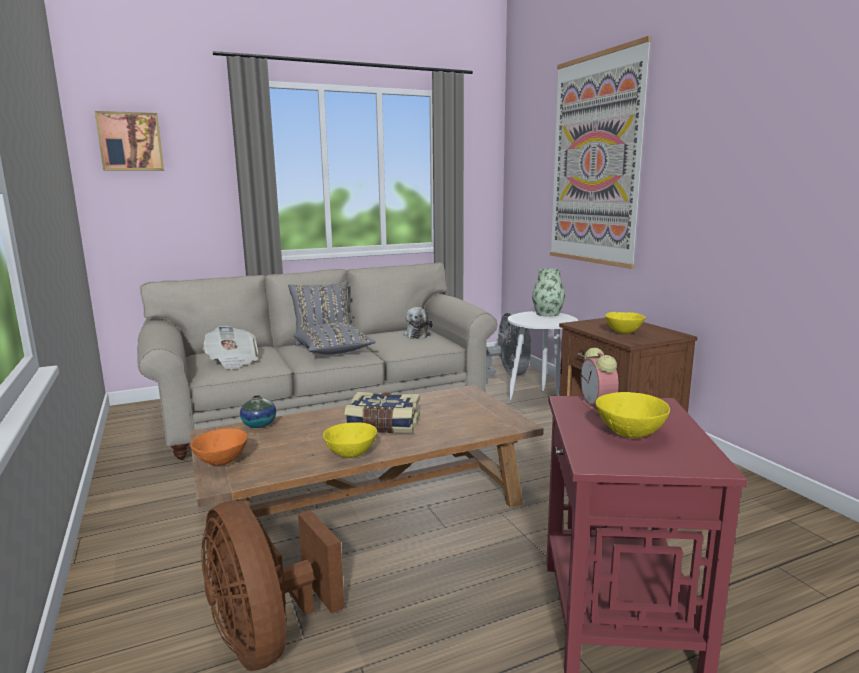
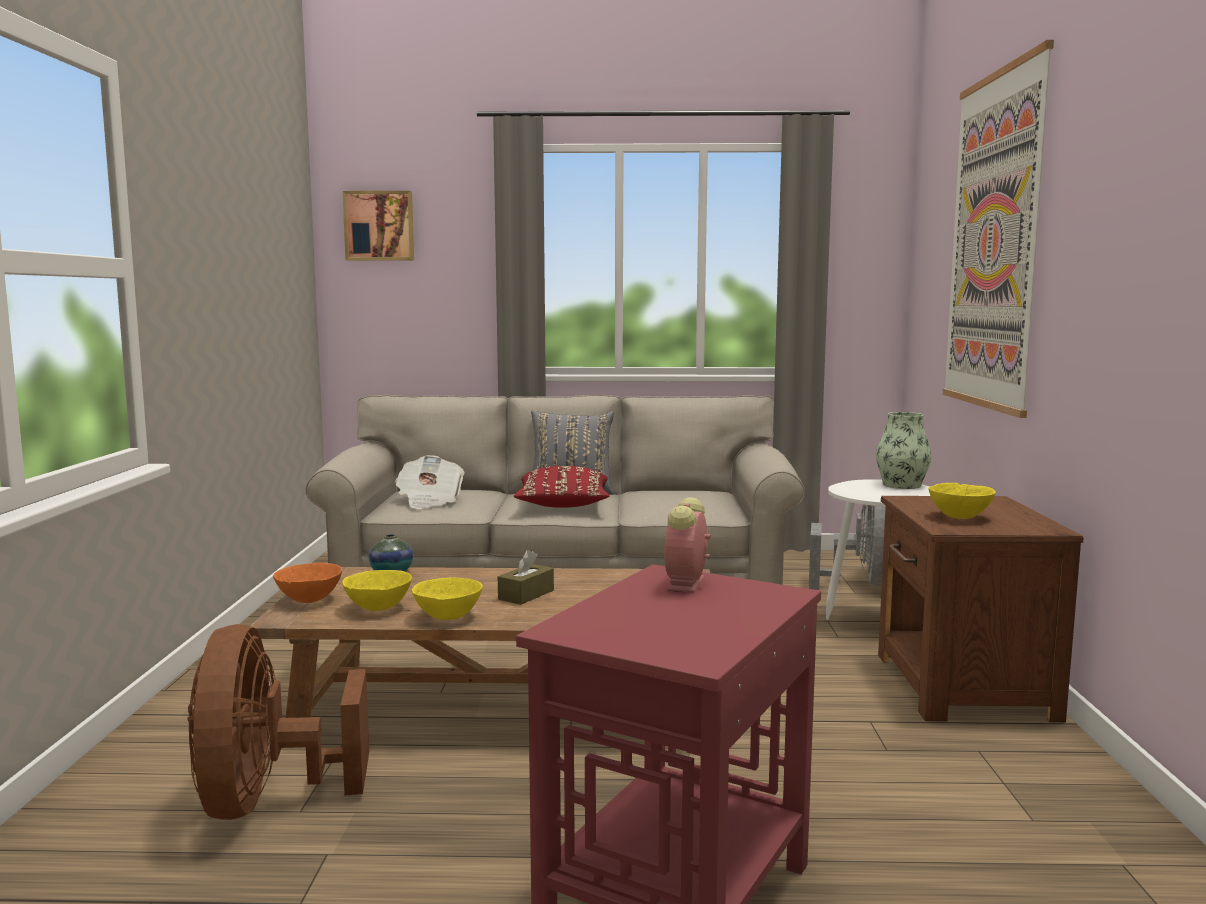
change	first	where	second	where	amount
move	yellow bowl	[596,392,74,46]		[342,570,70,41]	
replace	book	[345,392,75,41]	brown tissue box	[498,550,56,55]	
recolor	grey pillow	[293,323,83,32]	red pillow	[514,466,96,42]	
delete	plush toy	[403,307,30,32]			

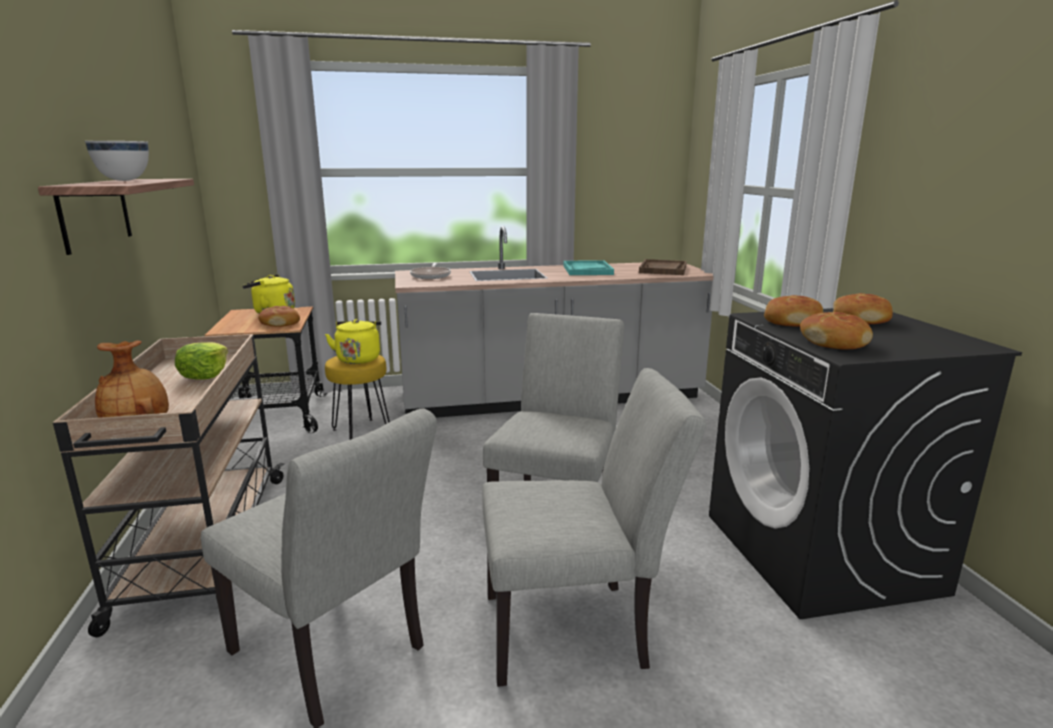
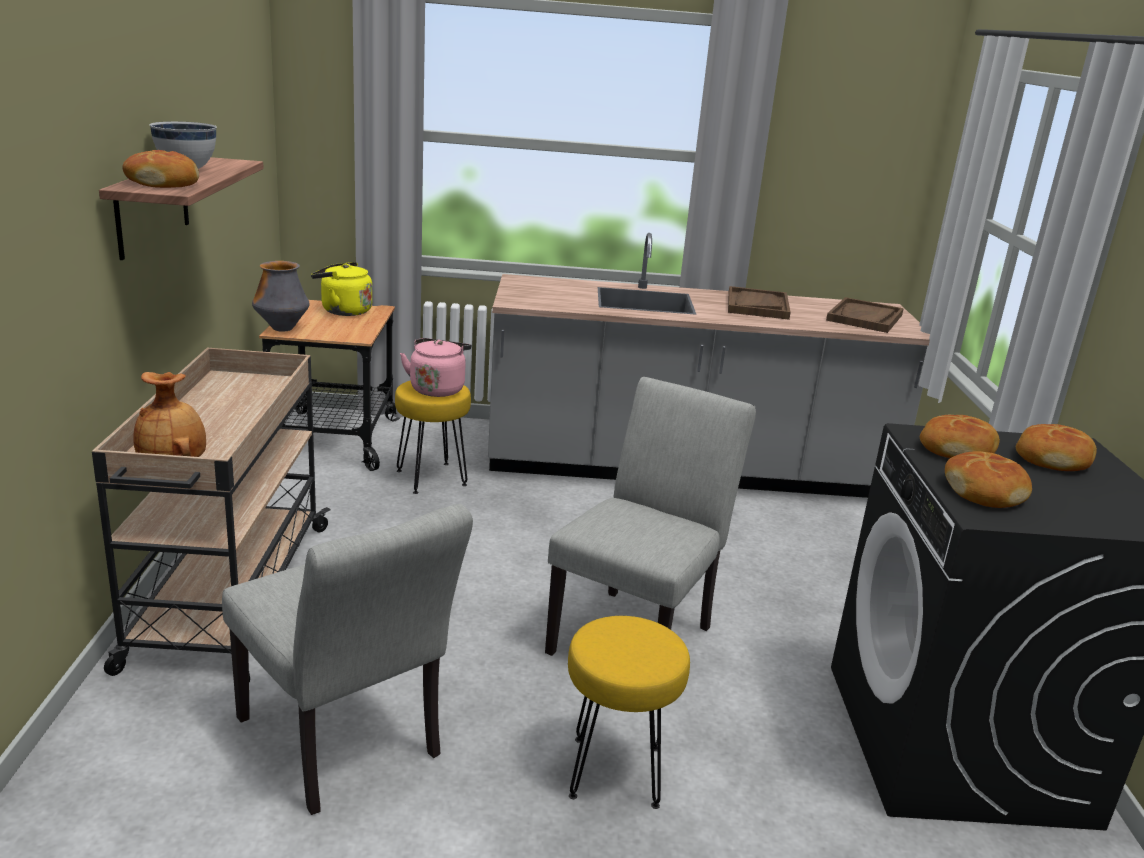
change	first	where	second	where	amount
move	bread	[258,306,42,21]		[122,150,77,38]	
insert			vase	[252,261,58,71]	
recolor	yellow kettle	[325,319,56,45]	pink kettle	[400,338,71,59]	
replace	grey chair	[482,368,224,319]	yellow stool	[568,616,122,193]	
recolor	turquoise tray	[563,260,51,15]	brown tray	[728,286,63,34]	
delete	lettuce	[175,342,53,38]			
delete	frying pan	[410,263,41,16]			

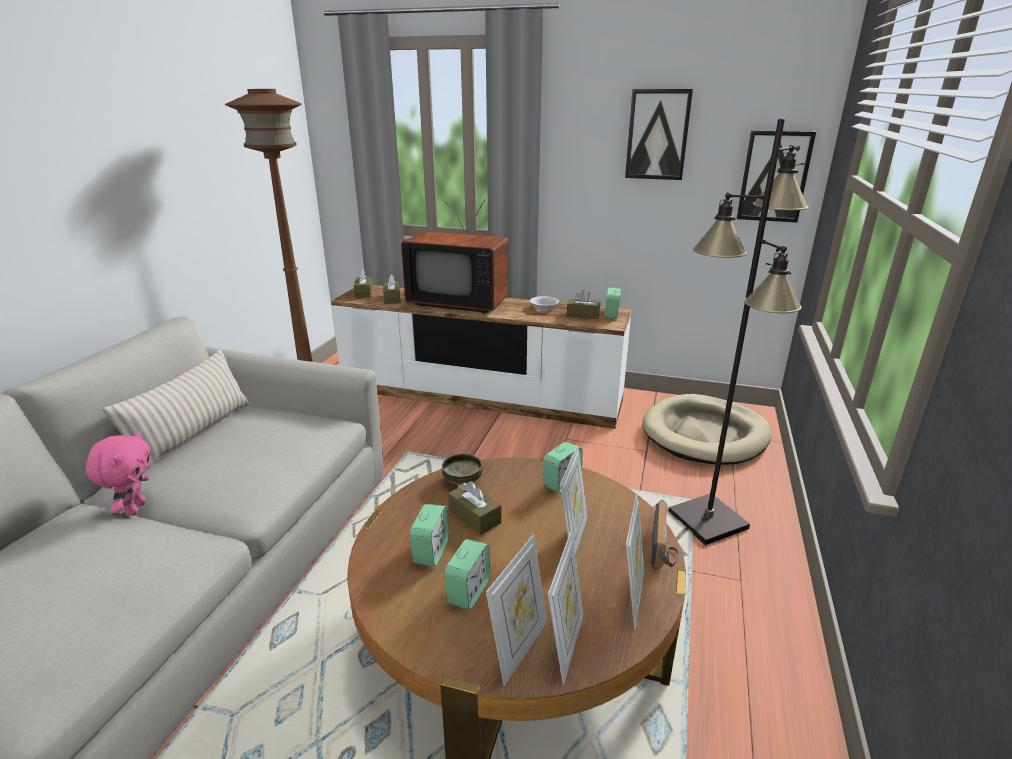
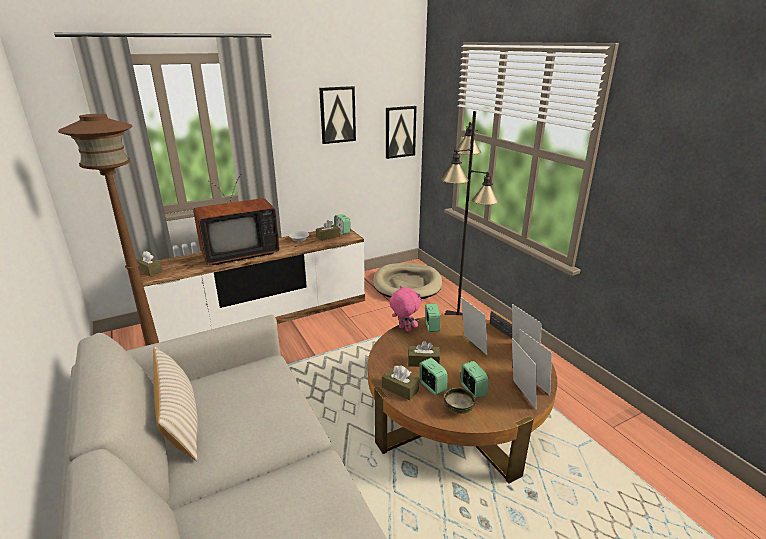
change	first	where	second	where	amount
move	brown tissue box	[383,274,18,30]		[382,365,37,36]	
move	pink plush toy	[86,431,65,85]		[389,286,32,46]	
move	bowl	[442,454,40,31]		[444,388,31,26]	

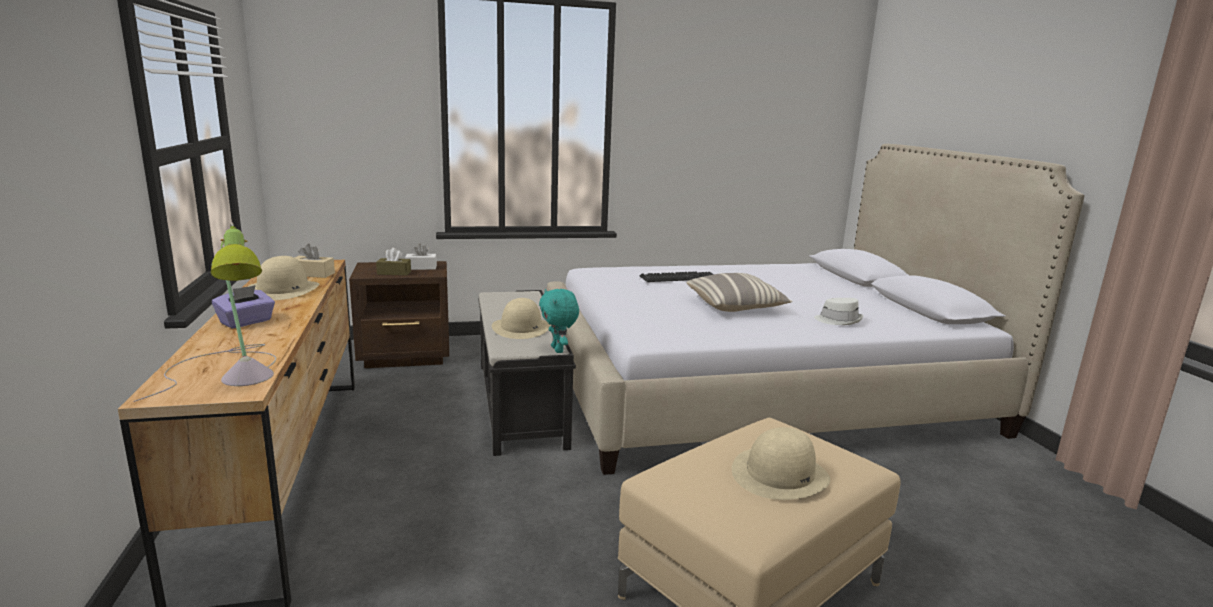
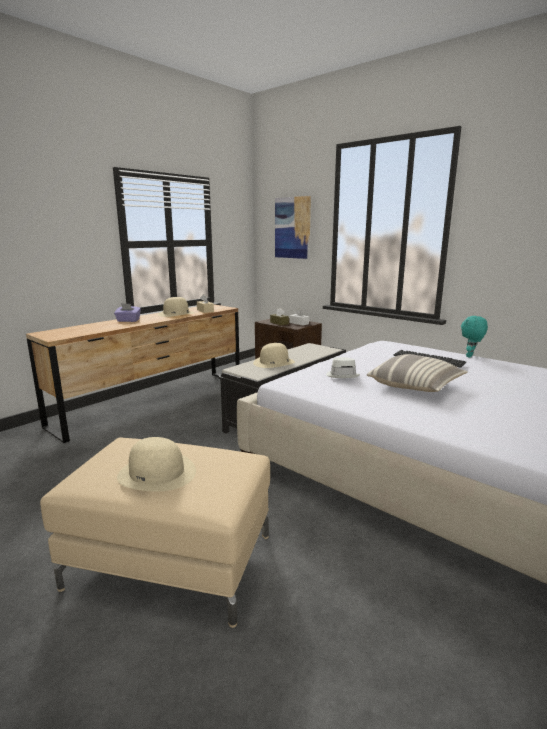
change	first	where	second	where	amount
insert			picture	[275,196,36,63]	
move	white hat	[814,298,49,27]		[326,357,34,21]	
move	turquoise plush toy	[539,289,40,64]		[461,316,27,42]	
delete	table lamp	[134,222,142,180]			

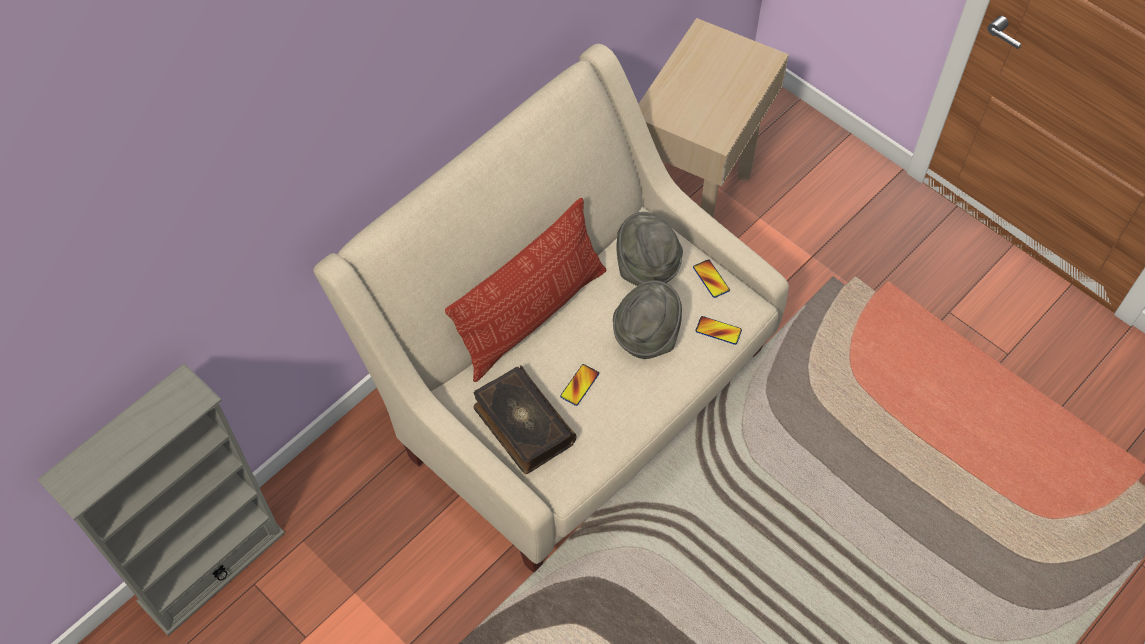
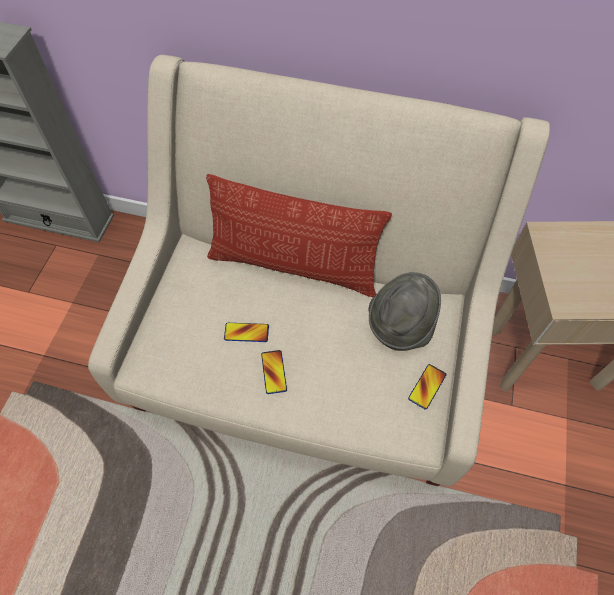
change	first	where	second	where	amount
move	phone	[695,316,47,29]		[261,350,26,44]	
delete	book	[474,365,102,109]			
delete	grey hat	[613,280,69,79]			

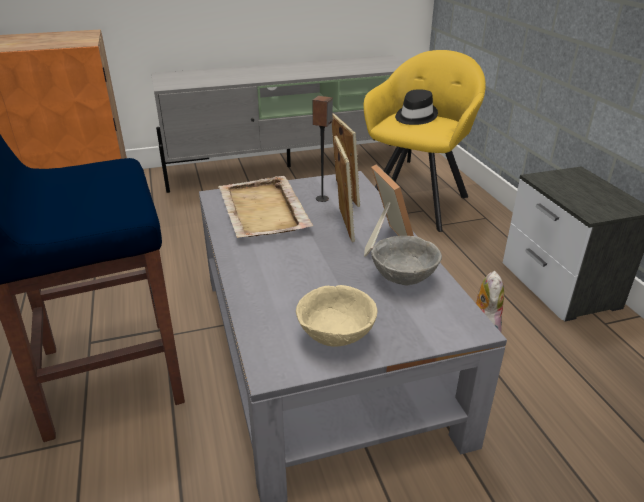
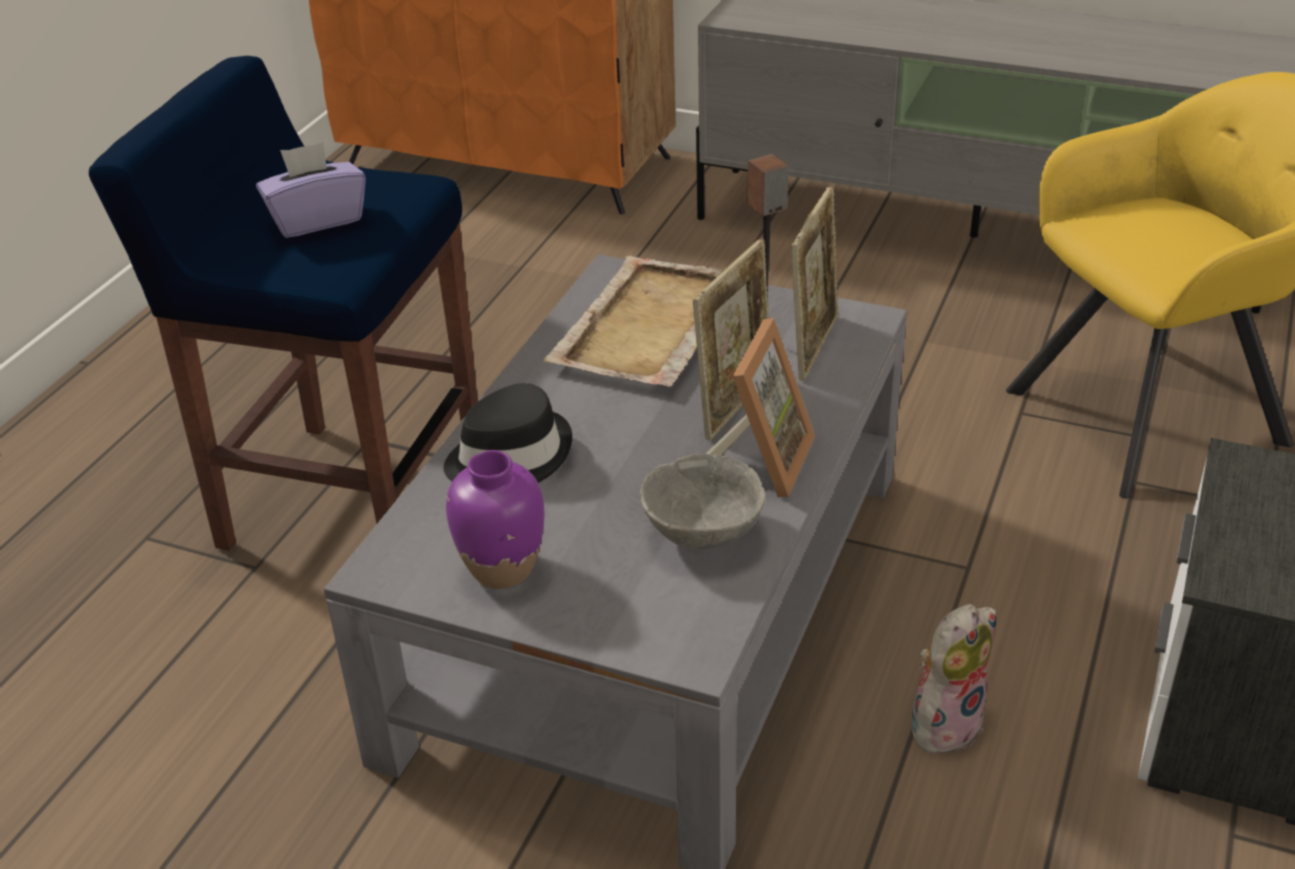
change	first	where	second	where	amount
insert			purple tissue box	[256,142,110,96]	
move	black hat	[395,89,43,36]		[443,383,129,100]	
replace	beige bowl	[296,285,81,62]	purple vase	[446,450,98,139]	

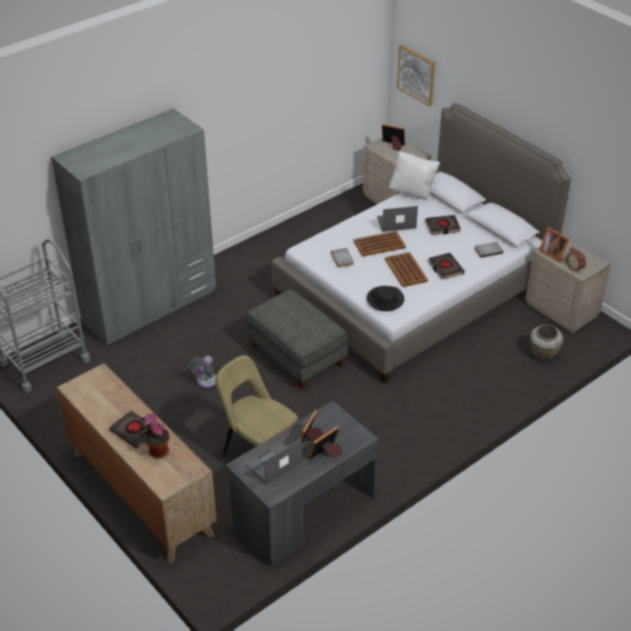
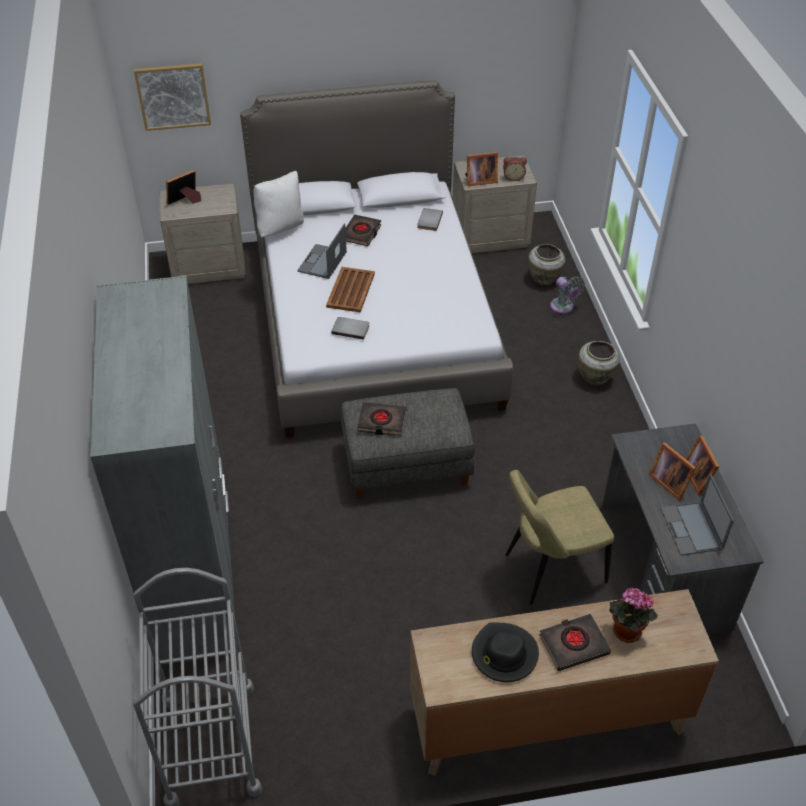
change	first	where	second	where	amount
move	black book	[428,253,37,27]		[357,402,49,34]	
move	black hat	[367,286,37,25]		[472,623,67,59]	
move	grey fan	[189,356,27,32]		[550,276,35,38]	
insert			beige vase	[578,341,42,44]	
delete	brown tray	[385,252,43,35]			

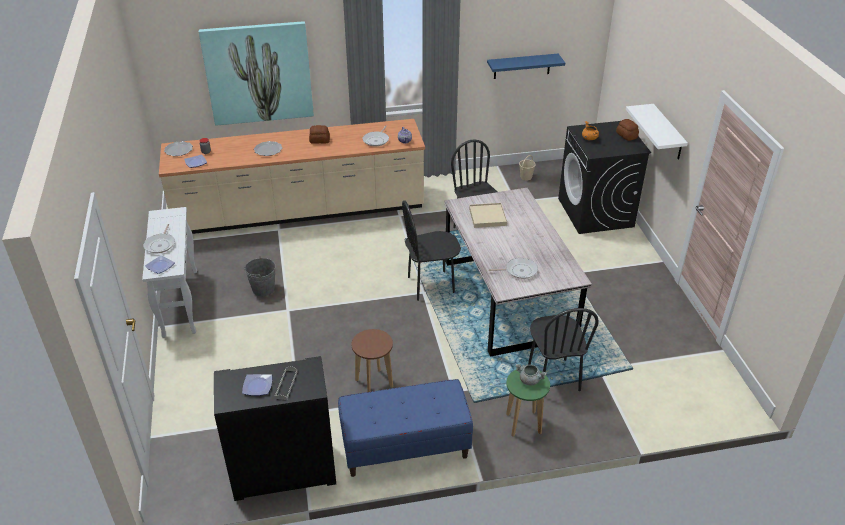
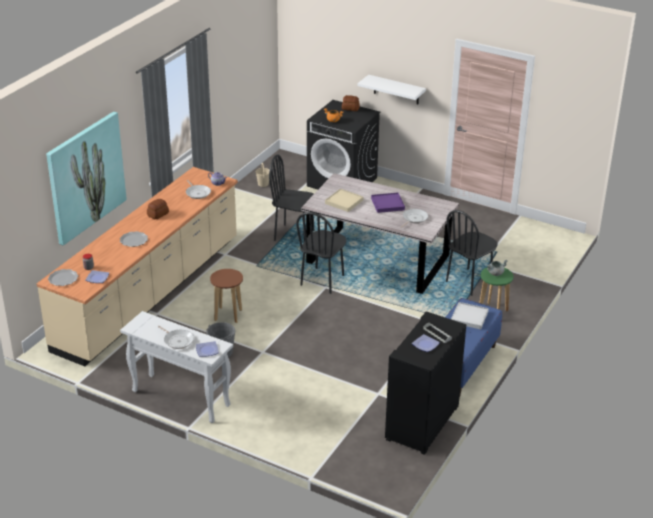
change	first	where	second	where	amount
move	brown stool	[352,329,41,63]		[210,269,33,54]	
insert			purple tray	[371,193,34,20]	
rotate	black chair	[528,308,71,83]		[446,210,51,86]	105 degrees clockwise
insert			white tray	[451,302,38,27]	
delete	blue shelf	[487,54,78,25]			

